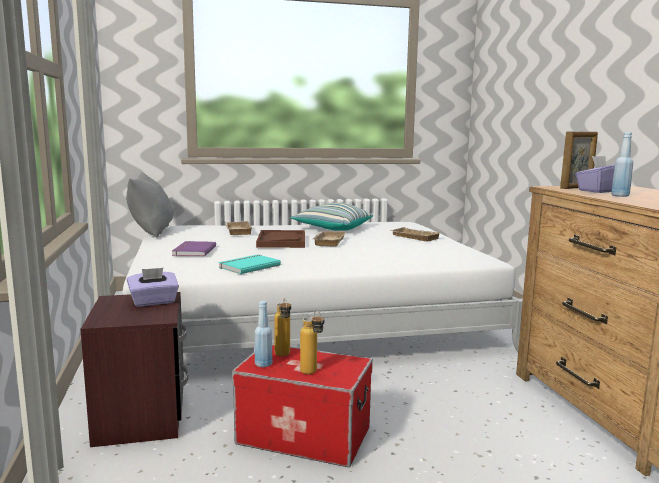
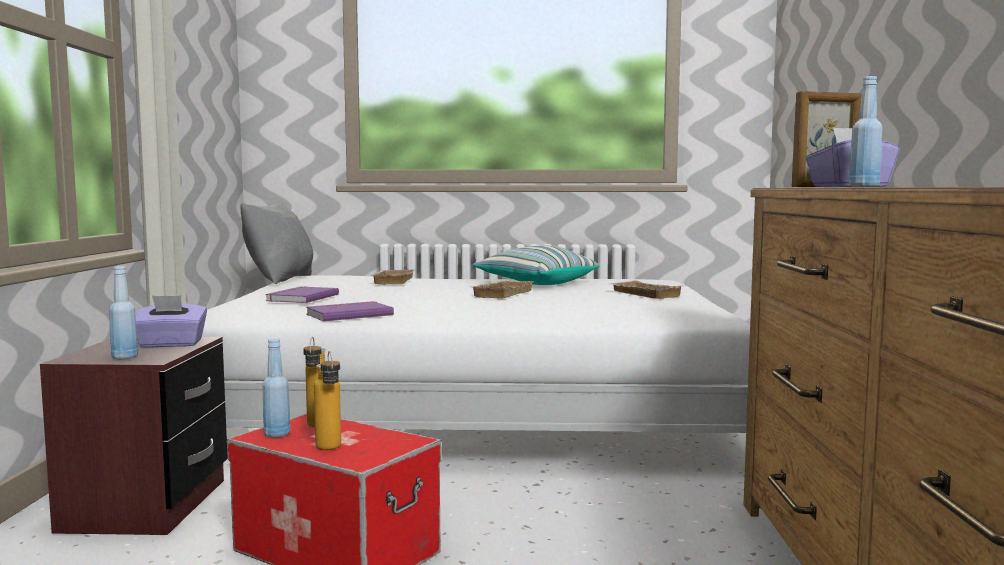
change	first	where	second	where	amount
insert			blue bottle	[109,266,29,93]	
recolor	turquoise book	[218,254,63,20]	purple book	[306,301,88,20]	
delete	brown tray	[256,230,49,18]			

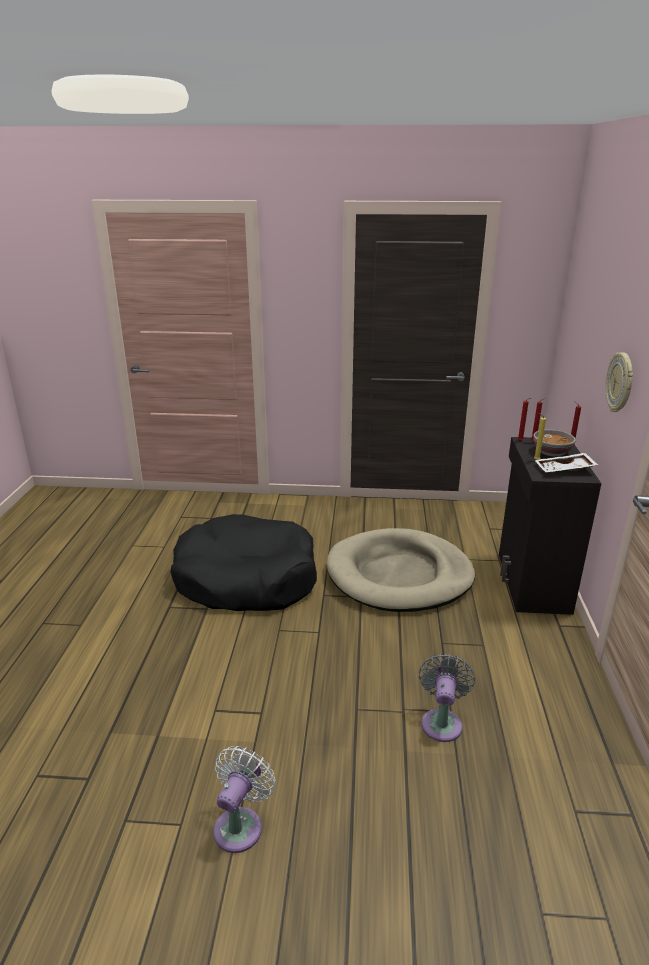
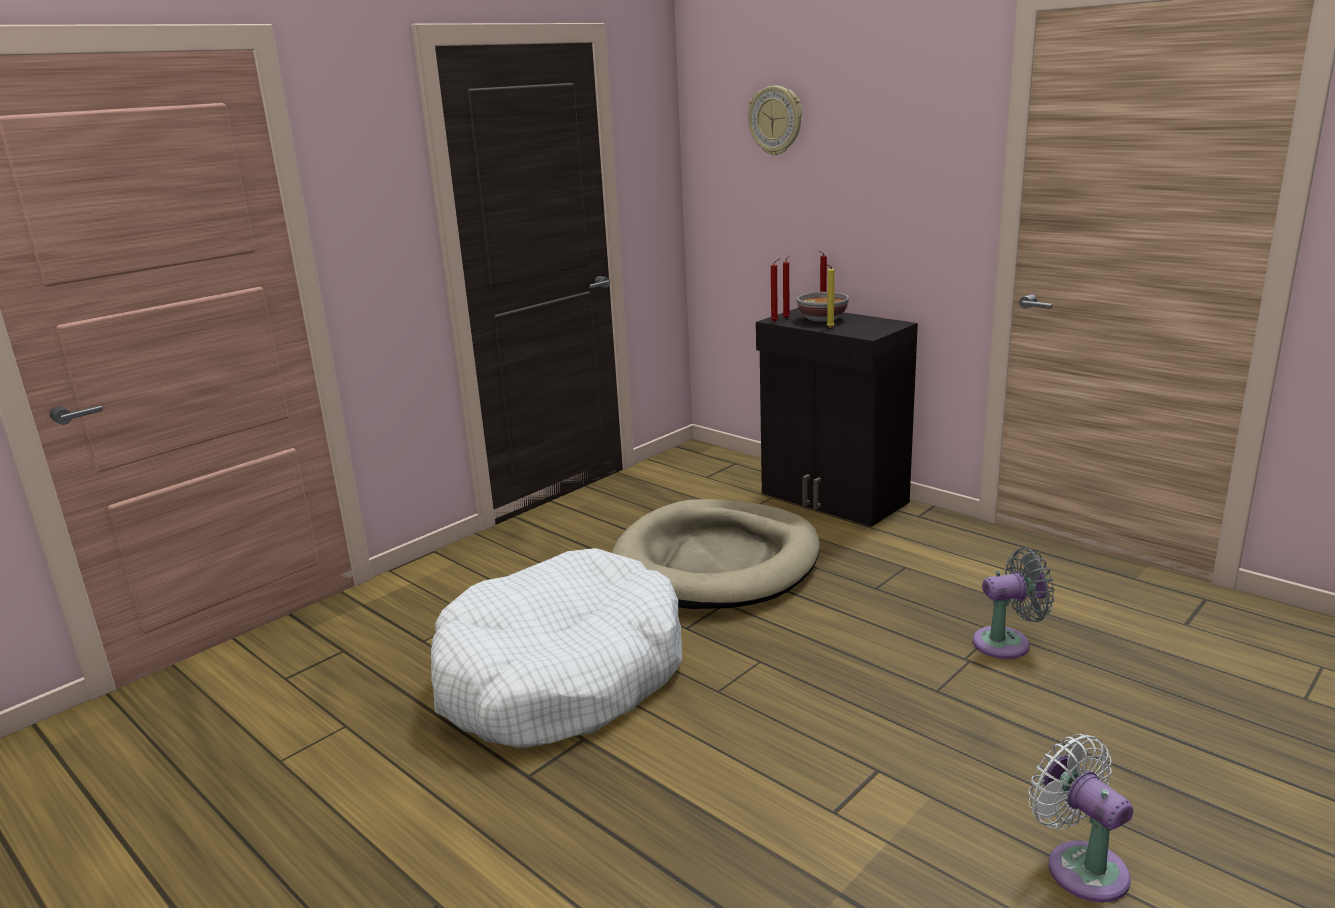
change	first	where	second	where	amount
recolor	black dog bed	[170,514,147,97]	white dog bed	[431,548,251,200]	
move	wall clock	[605,352,28,60]		[748,86,54,69]	
rotate	grey fan	[419,653,56,89]		[973,548,81,111]	120 degrees clockwise
delete	white tray	[535,453,63,19]			

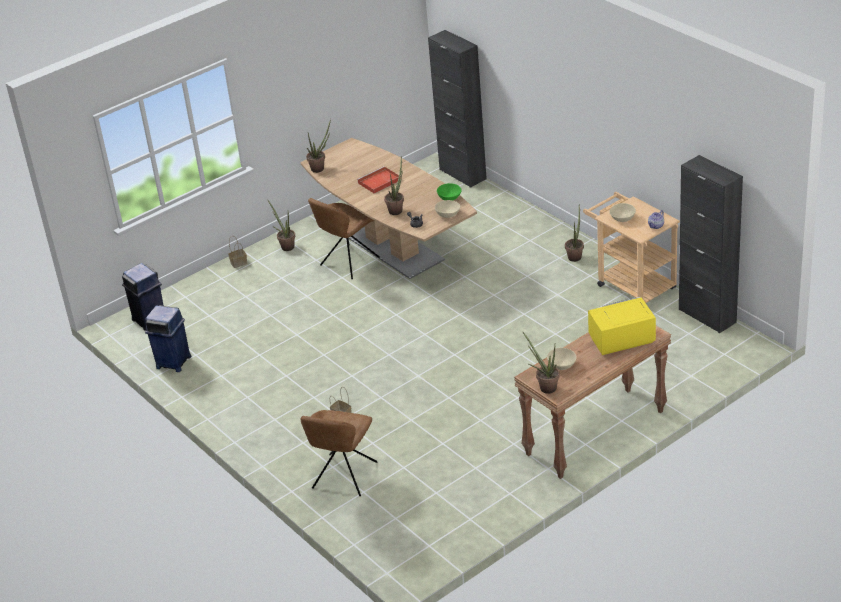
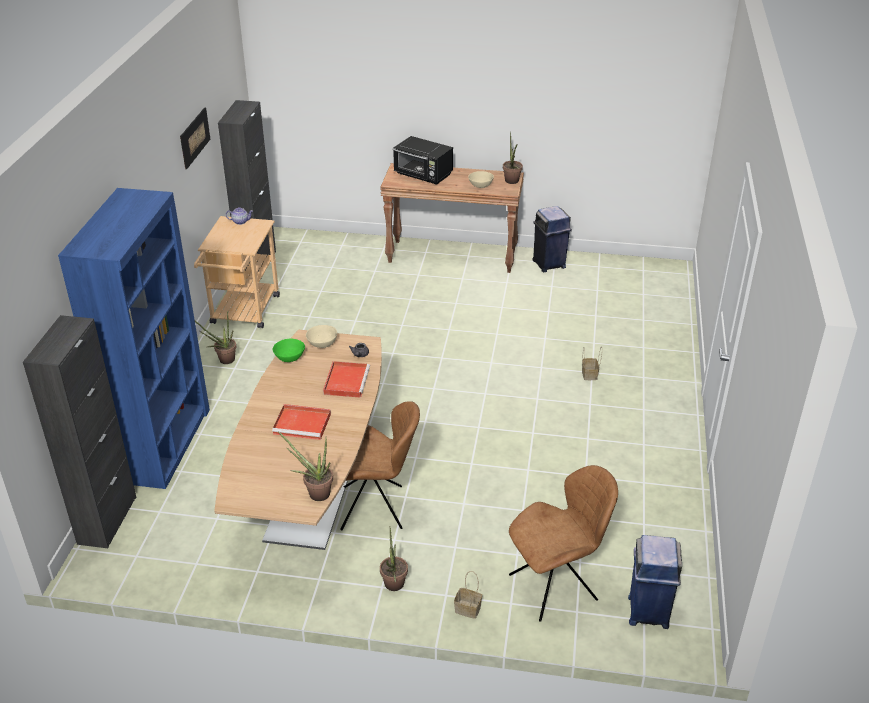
change	first	where	second	where	amount
insert			blue bookcase	[58,188,152,301]	
insert			picture	[180,107,30,62]	
replace	potted plant	[384,156,20,59]	red tray	[323,361,47,37]	
recolor	yellow microwave	[588,297,68,58]	black microwave	[393,136,60,49]	
move	brown chair	[301,410,77,86]		[509,465,109,157]	
move	blue trash can	[145,305,46,67]		[533,206,39,66]	
delete	beige bowl	[609,203,27,19]			

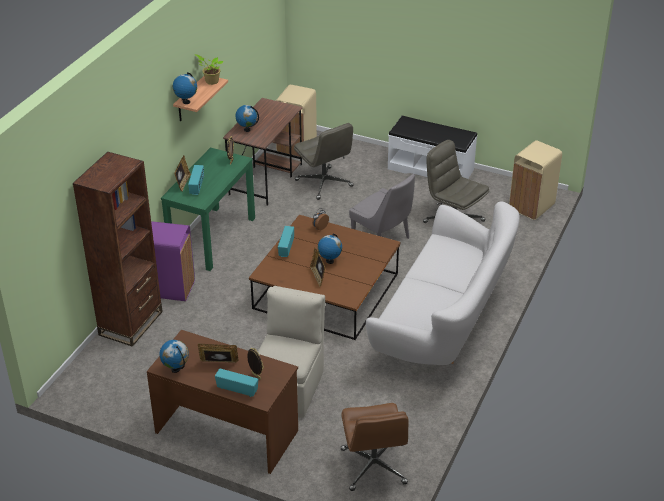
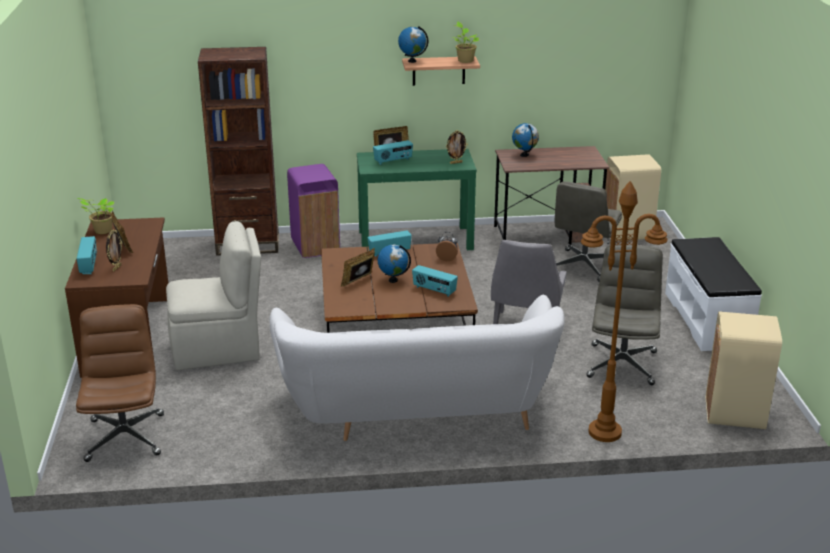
change	first	where	second	where	amount
rotate	brown office chair	[341,403,68,88]		[76,304,88,158]	120 degrees clockwise
replace	globe	[160,340,29,33]	potted plant	[78,198,36,36]	
insert			radio	[412,265,46,32]	
insert			brown floor lamp	[581,181,86,261]	

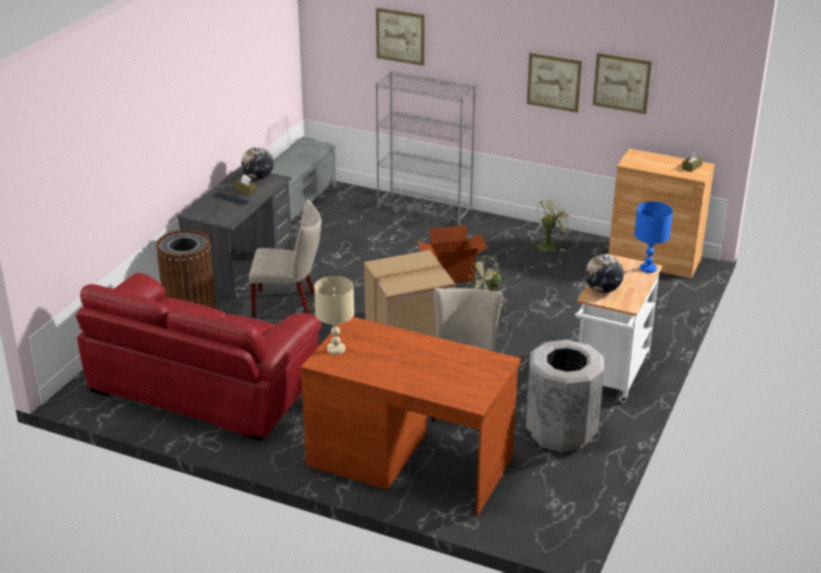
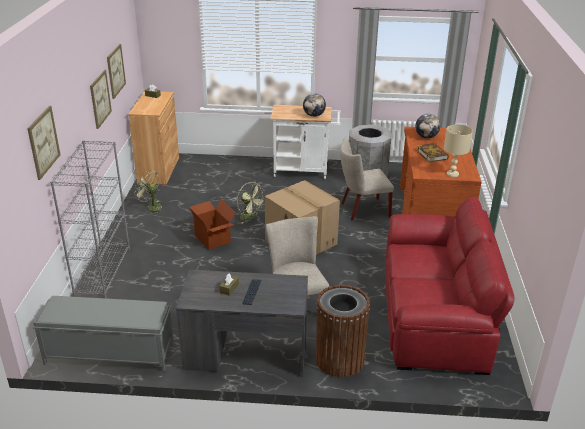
change	first	where	second	where	amount
move	globe	[241,147,33,33]		[415,114,25,25]	
insert			book	[416,143,33,19]	
delete	blue table lamp	[634,201,39,72]			

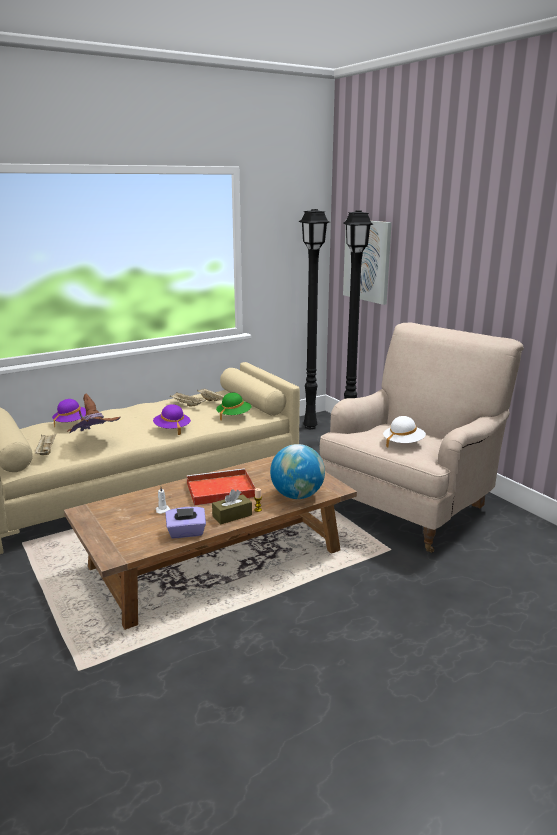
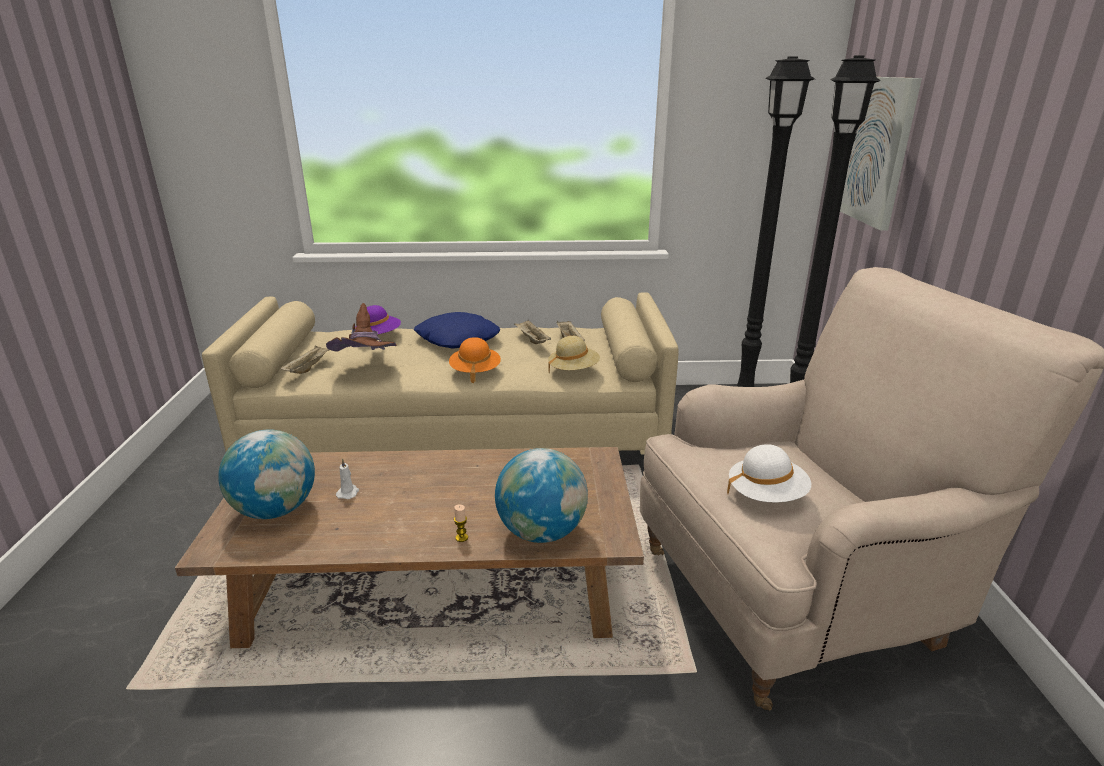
change	first	where	second	where	amount
insert			globe	[218,429,97,90]	
insert			blue pillow	[414,312,86,37]	
recolor	purple hat	[153,404,38,31]	orange hat	[449,337,52,46]	
recolor	green hat	[216,393,36,27]	beige hat	[548,336,52,37]	
delete	purple tissue box	[165,507,41,31]			
delete	red tray	[187,468,69,38]			
delete	brown tissue box	[212,489,40,35]			

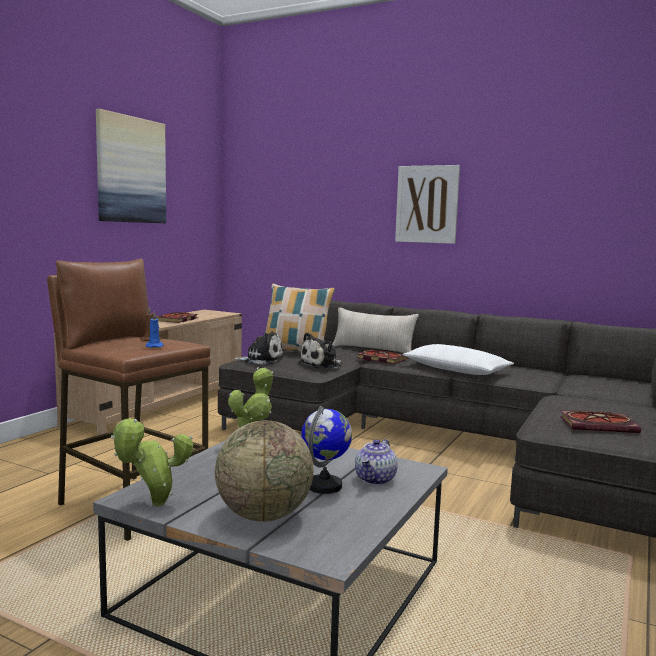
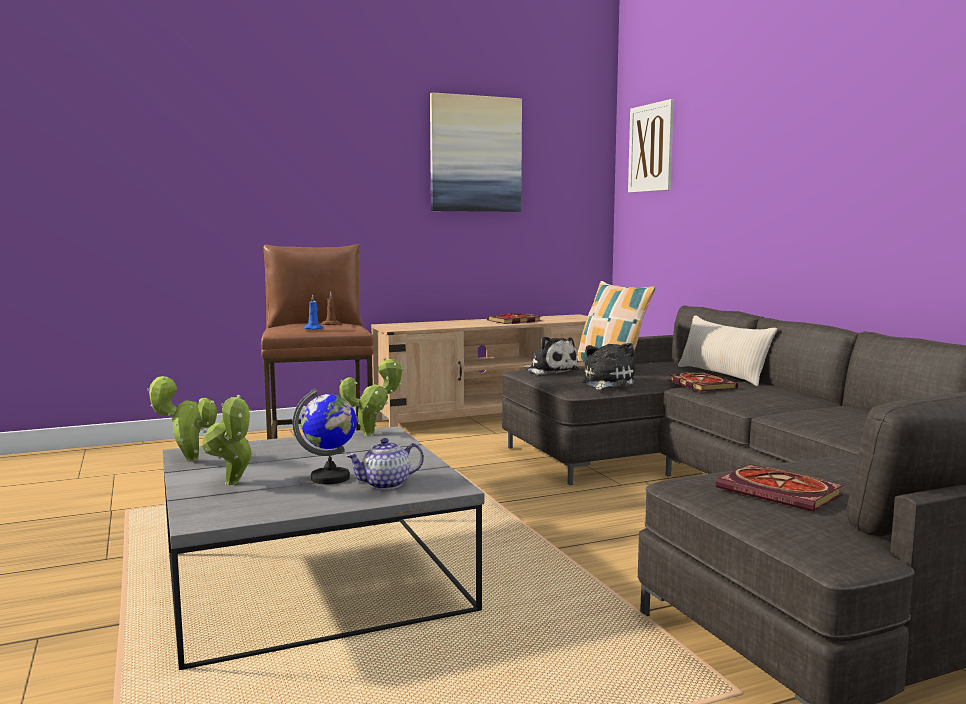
change	first	where	second	where	amount
replace	globe	[215,420,98,102]	potted plant	[202,395,52,90]	
rotate	plush toy	[298,332,44,37]		[581,343,54,47]	120 degrees clockwise
move	picture	[395,165,65,79]		[628,99,46,94]	
delete	white pillow	[403,344,111,31]			

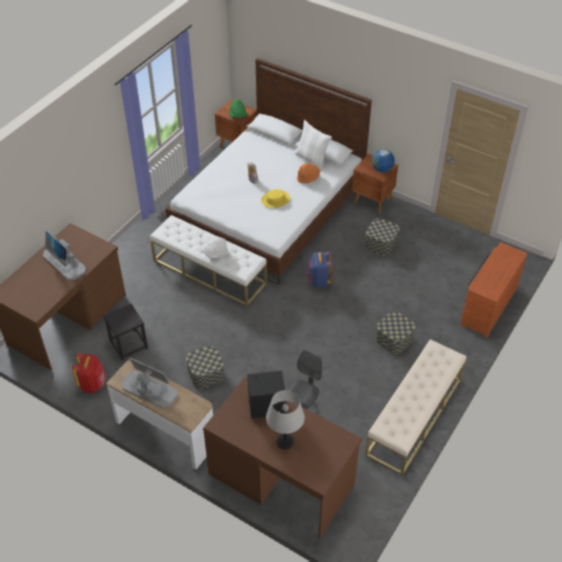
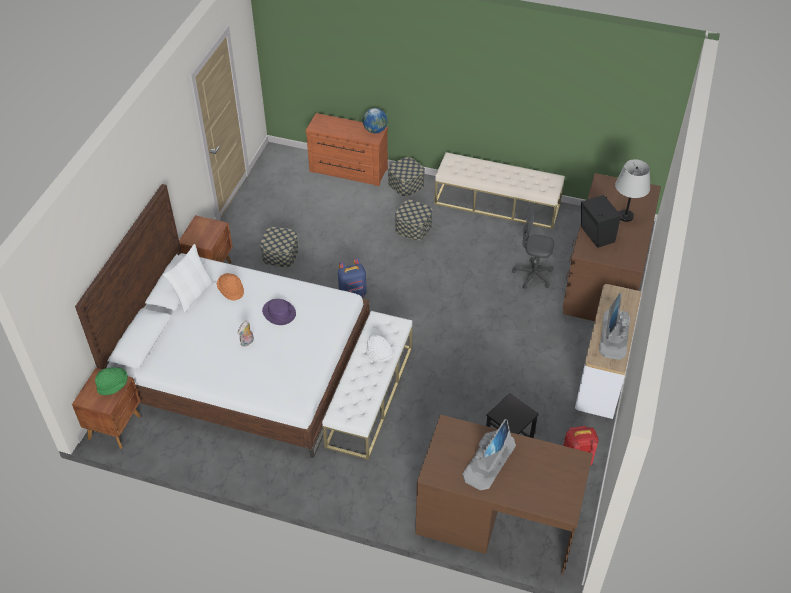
change	first	where	second	where	amount
recolor	yellow hat	[261,189,29,19]	purple hat	[262,299,34,26]	
move	globe	[372,149,23,23]		[363,108,25,25]	
move	storage box	[186,346,38,43]		[388,157,37,39]	

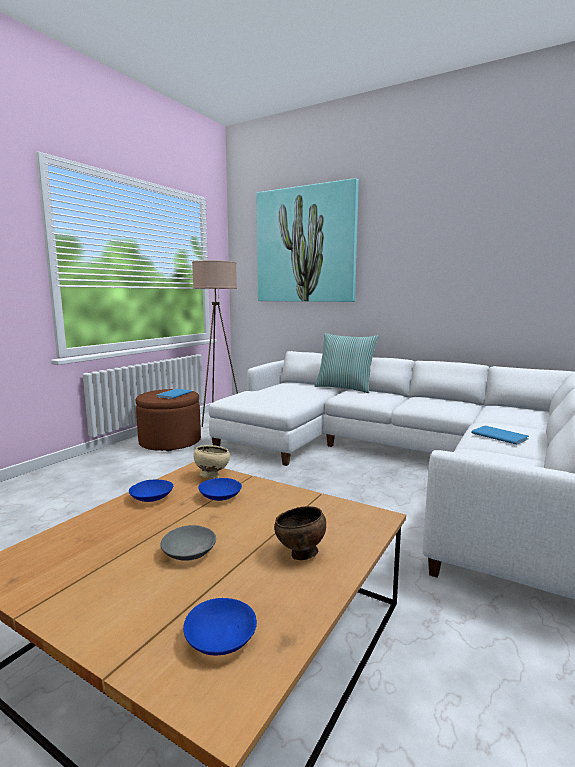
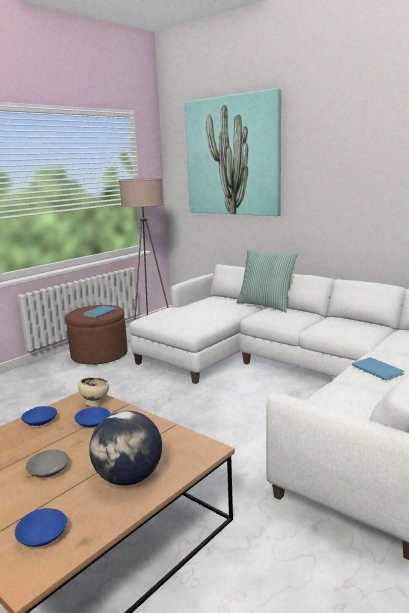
change	first	where	second	where	amount
replace	brown bowl	[274,506,52,54]	globe	[89,411,73,75]	

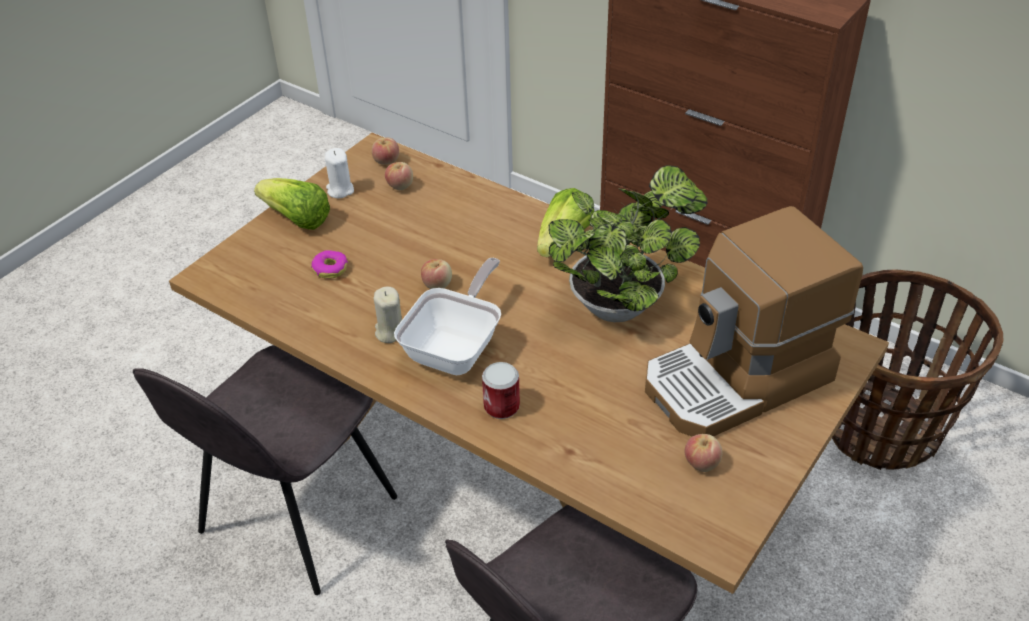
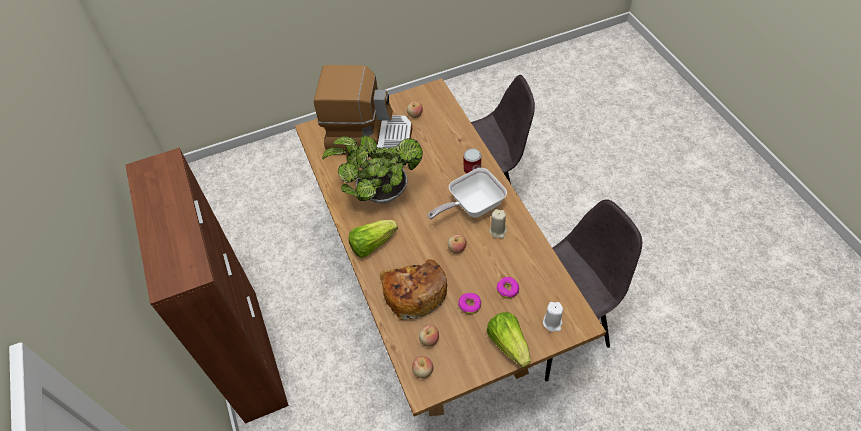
change	first	where	second	where	amount
insert			bread	[380,259,67,61]	
insert			donut	[458,293,24,21]	
move	white candle	[325,148,29,50]		[543,302,20,30]	
delete	basket	[832,269,172,201]			

